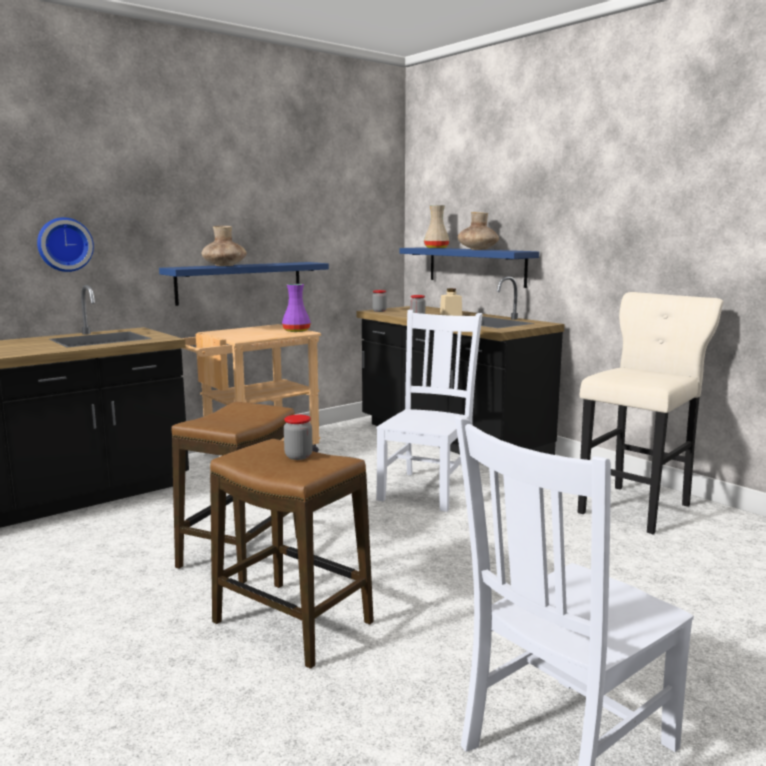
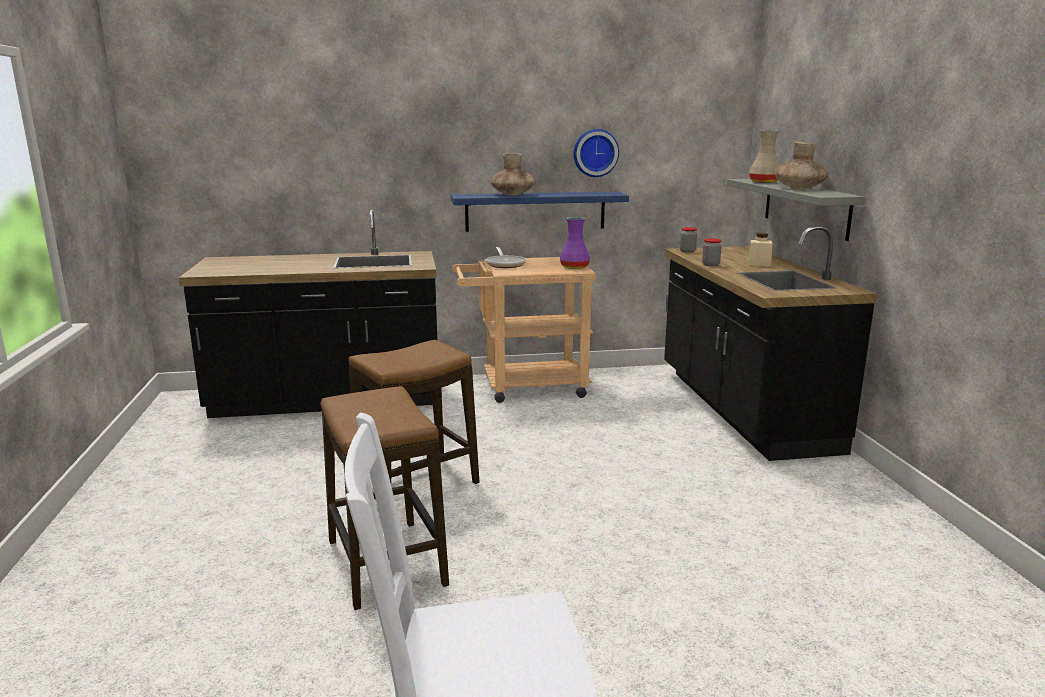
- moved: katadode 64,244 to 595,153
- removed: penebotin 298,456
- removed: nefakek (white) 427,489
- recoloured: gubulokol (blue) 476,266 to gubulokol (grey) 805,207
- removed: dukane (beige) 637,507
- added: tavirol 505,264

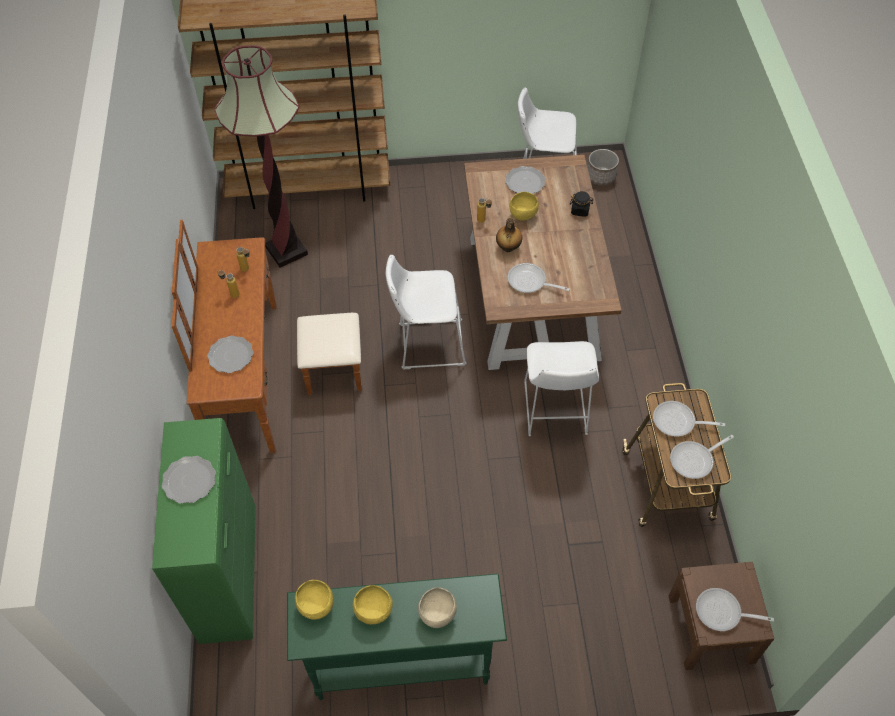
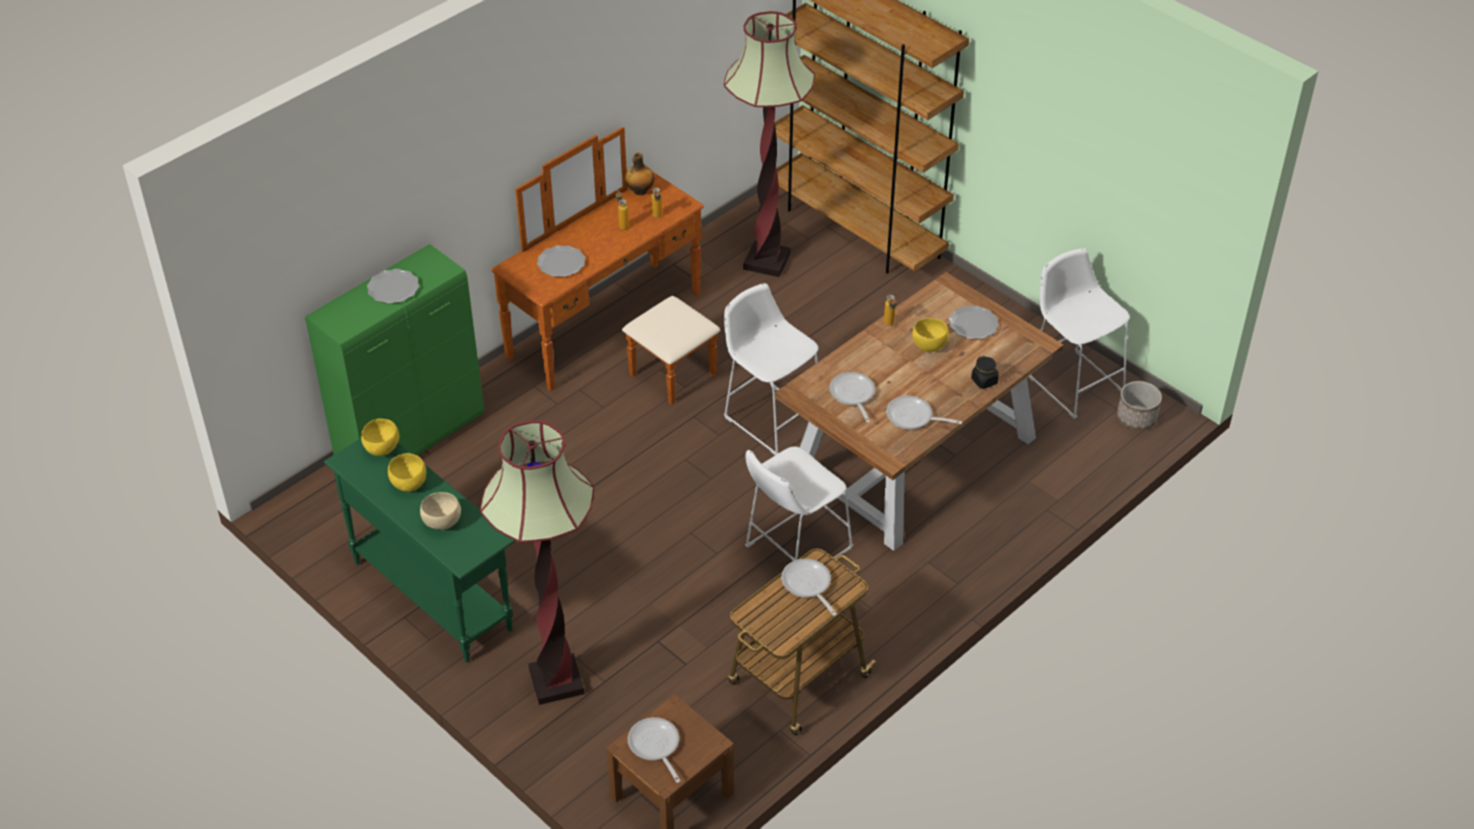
- moved: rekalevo 508,248 to 639,191
- moved: tavirol 694,460 to 913,417
- added: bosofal 556,681

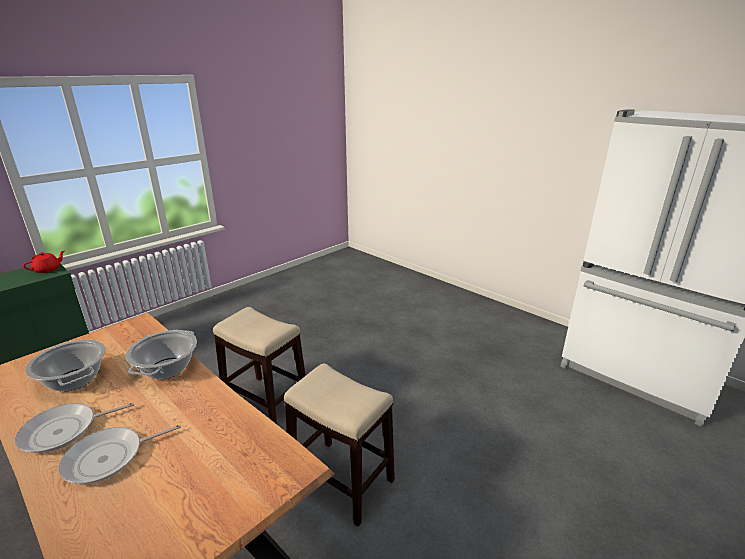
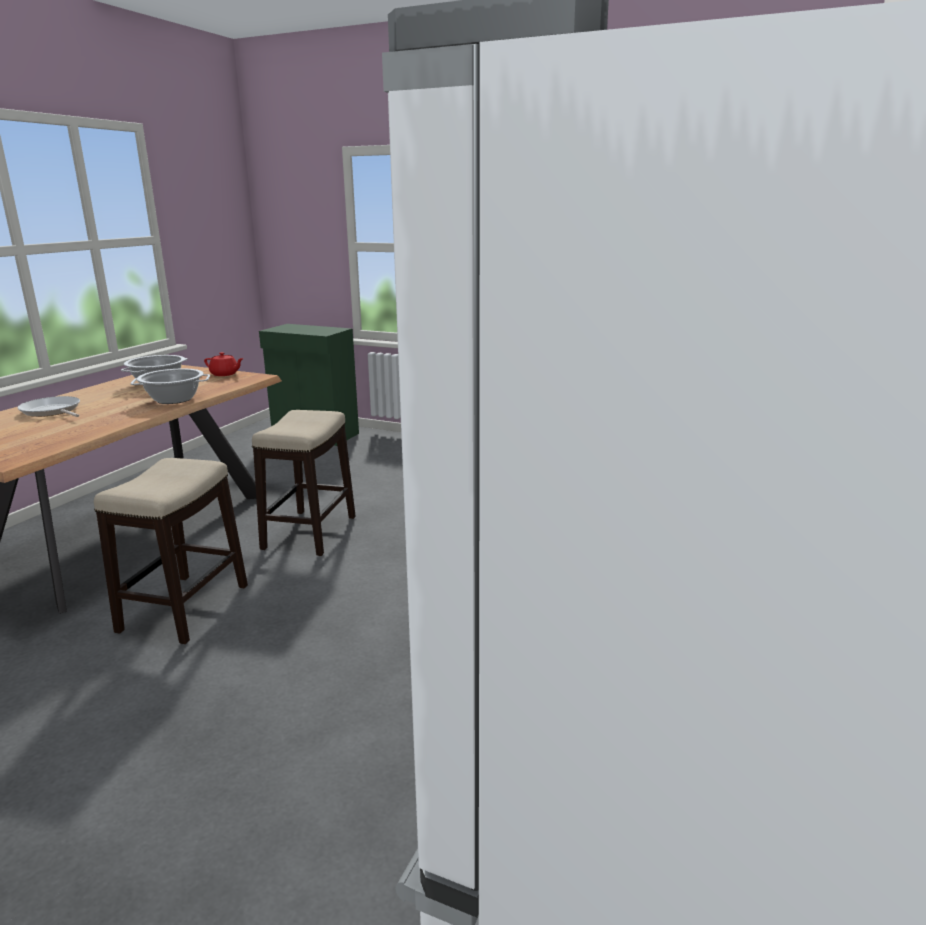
- removed: tavirol 64,431
- moved: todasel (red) 48,269 to 225,374

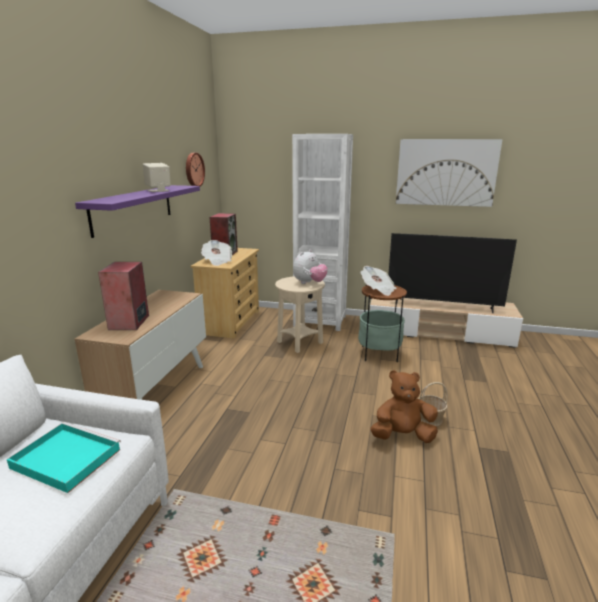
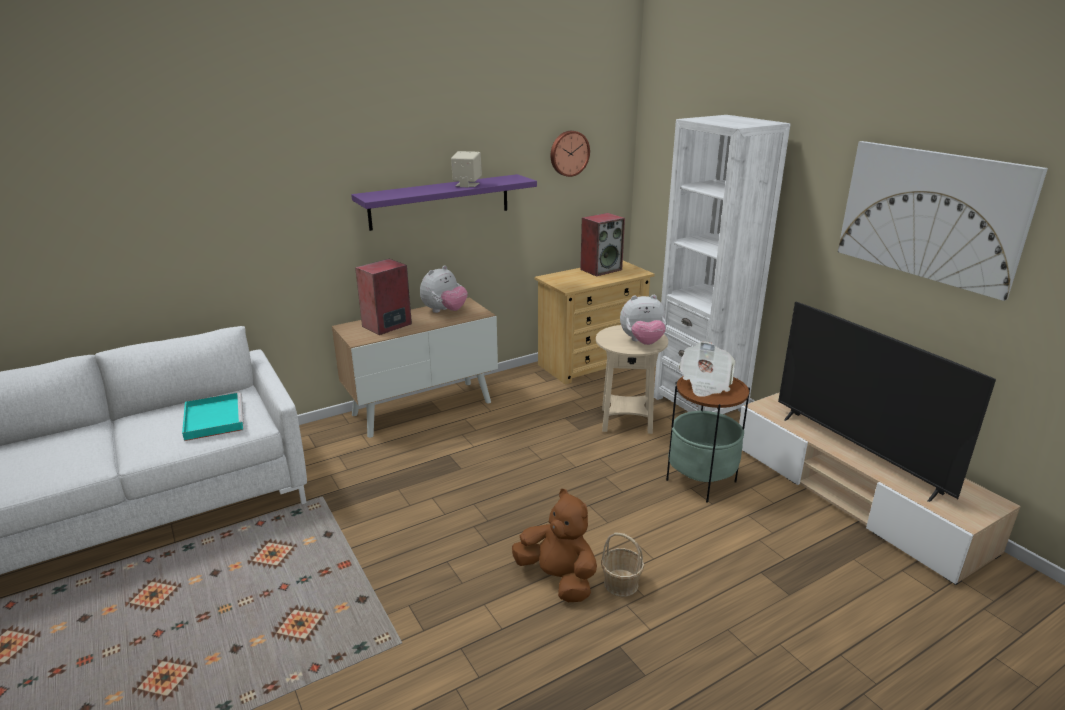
- removed: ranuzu 217,261
- added: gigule 444,311

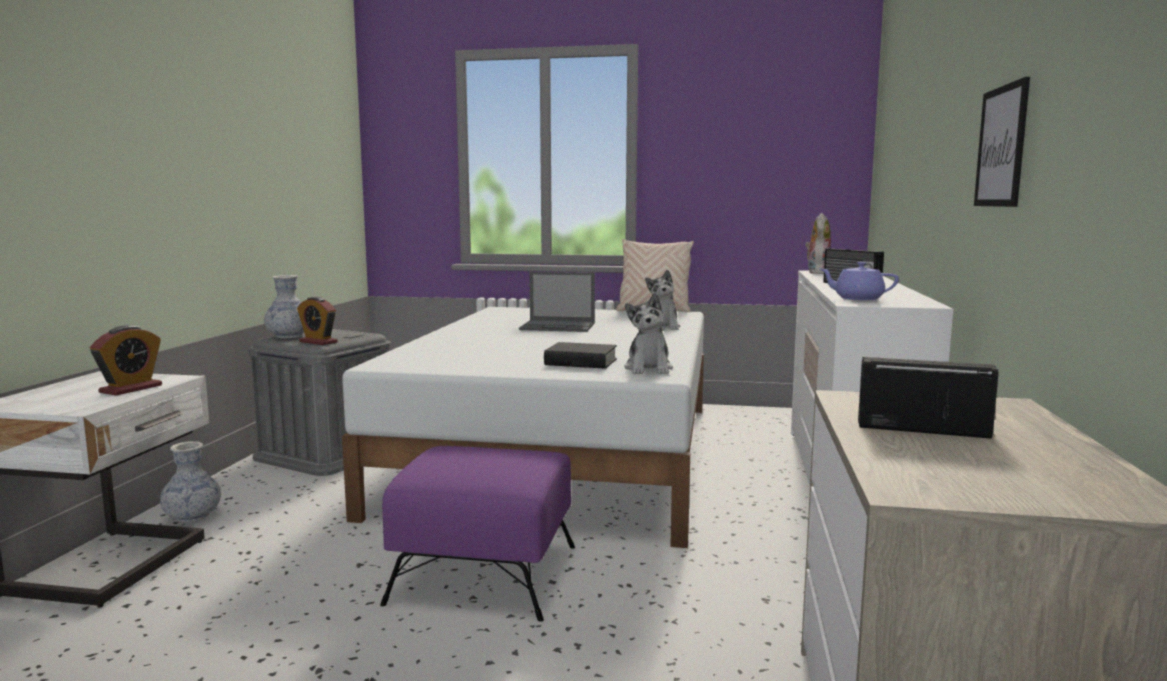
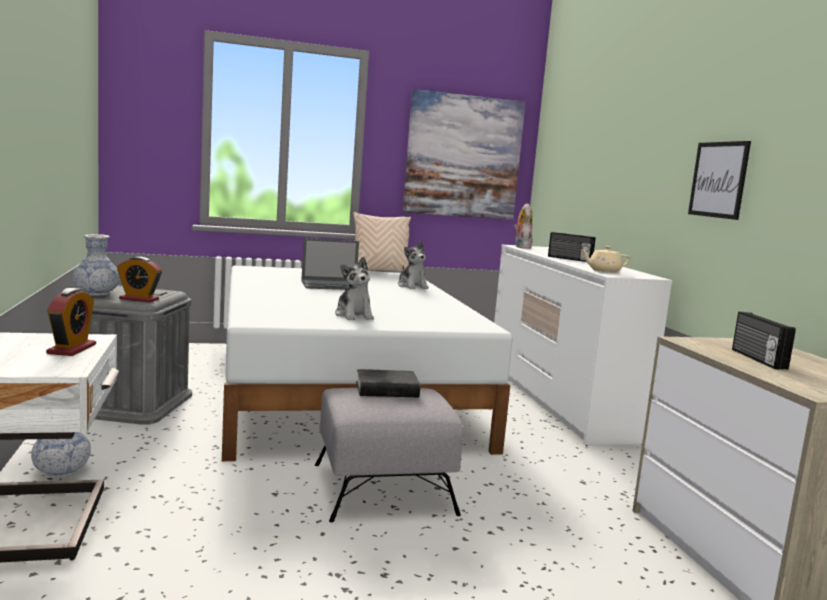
- recoloured: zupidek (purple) 486,574 to zupidek (grey) 384,488
- moved: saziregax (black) 580,362 to 387,390
- moved: gigule 649,369 to 354,315
- recoloured: todasel (purple) 857,298 to todasel (beige) 603,271
- turned: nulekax 922,429 = 757,359 90 degrees counterclockwise
- added: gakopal 463,156

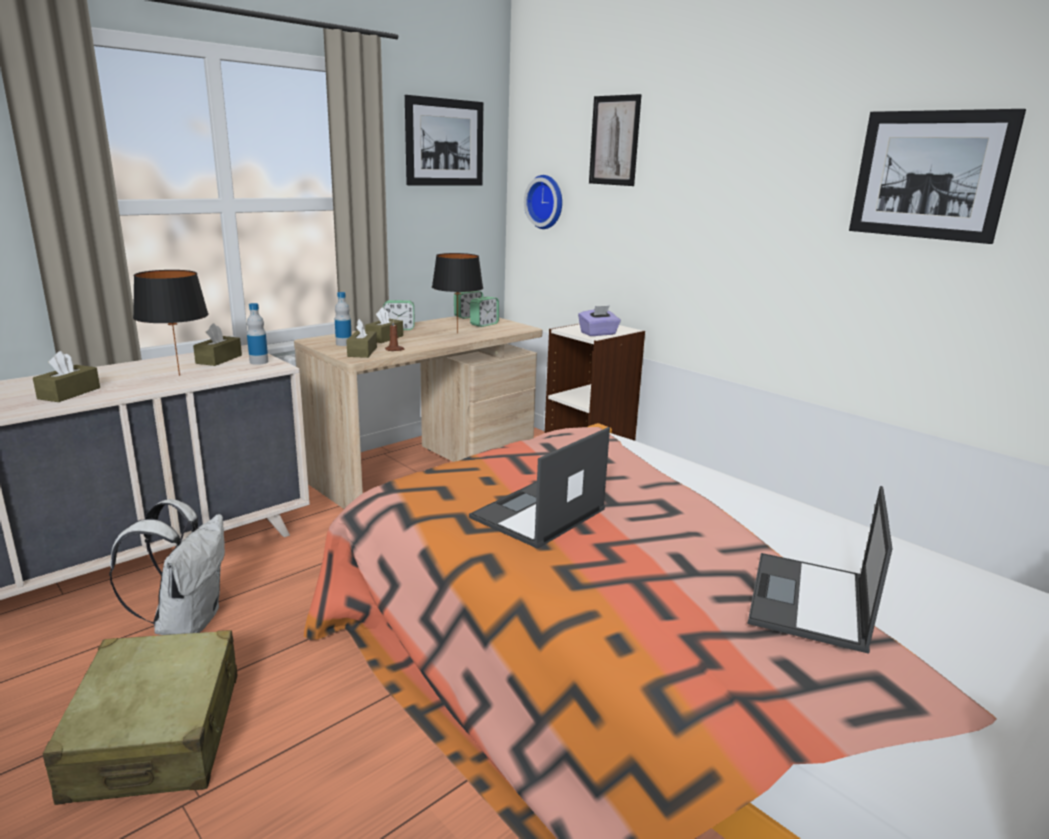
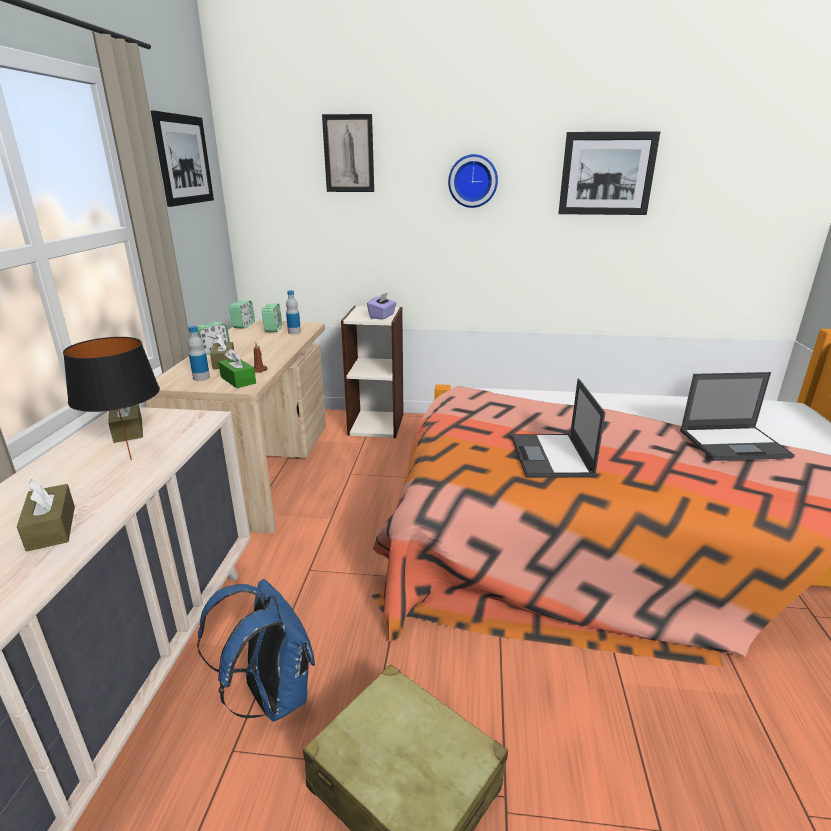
- recoloured: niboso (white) 187,621 to niboso (blue) 271,695
- moved: rekalevo 259,362 to 294,332
- recoloured: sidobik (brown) 362,352 to sidobik (green) 238,380
- removed: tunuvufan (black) 458,333
- moved: katadode 546,202 to 472,181
- turned: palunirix 809,602 = 734,443 75 degrees counterclockwise

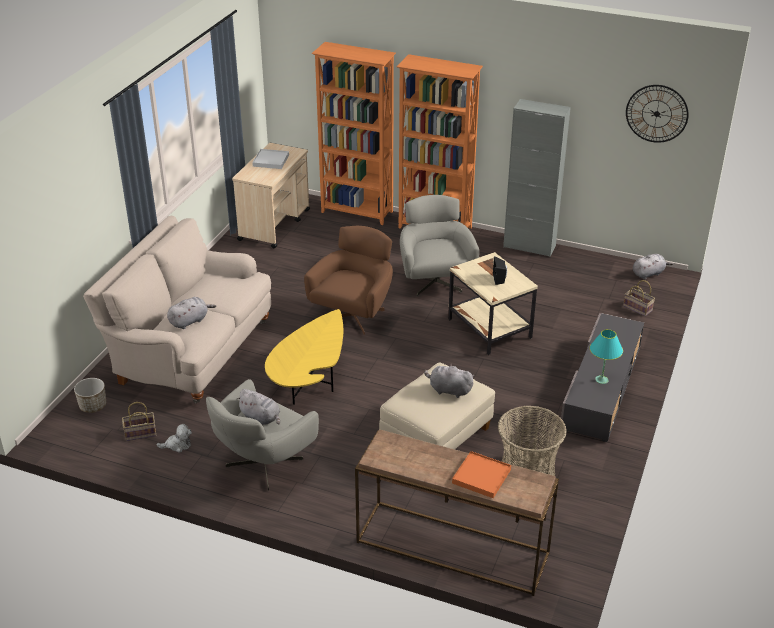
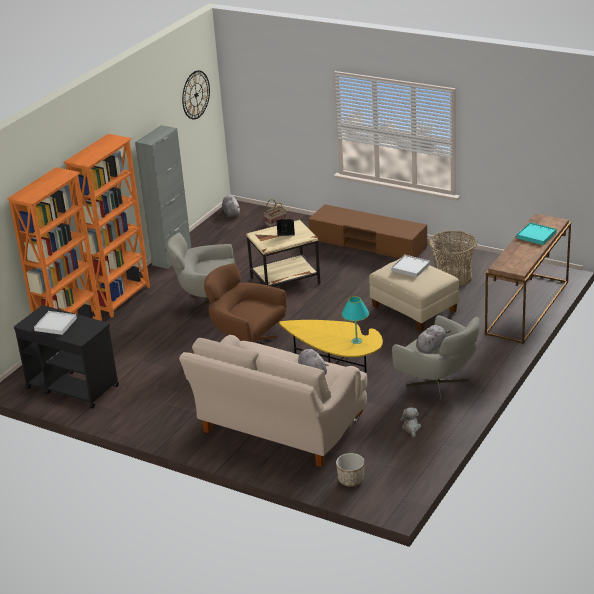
- removed: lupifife 139,434
- recoloured: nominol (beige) 275,225 to nominol (black) 72,387
- replaced: gigule (grey) 448,390 to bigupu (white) 410,267
- recoloured: bigupu (orange) 481,476 to bigupu (turquoise) 536,235
- recoloured: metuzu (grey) 601,387 to metuzu (brown) 368,244
- moved: tunuvufan (turquoise) 601,379 to 356,341

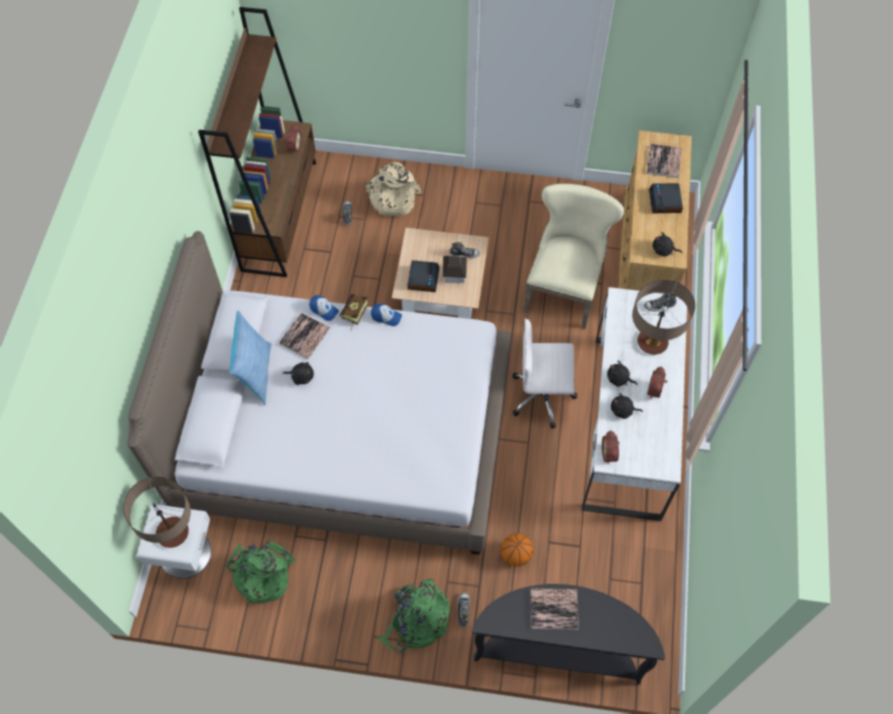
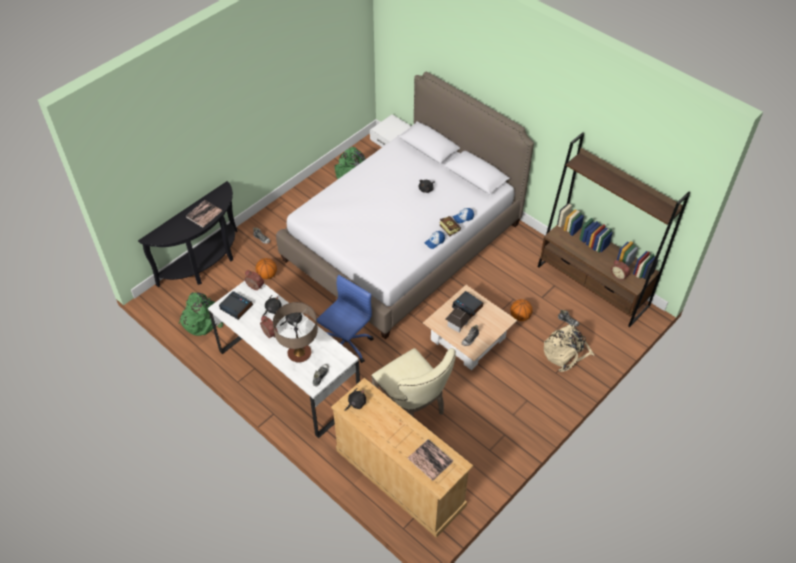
- removed: tunuvufan 173,533
- removed: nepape 255,373
- removed: saziregax 304,336
- moved: niboso (green) 416,621 to 201,319
- recoloured: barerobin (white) 542,396 to barerobin (blue) 346,345
- moved: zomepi 665,202 to 236,307
- added: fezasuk 520,317

